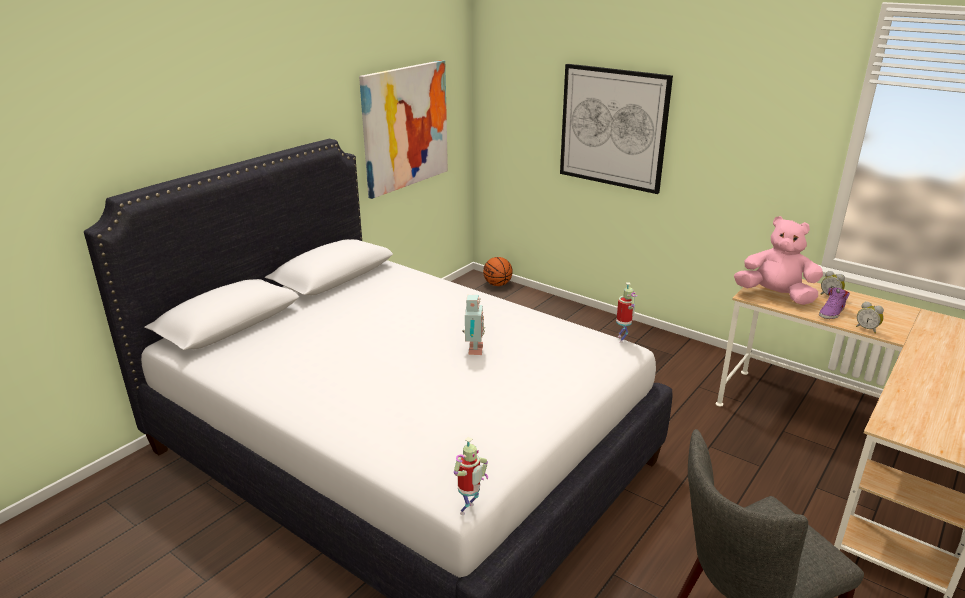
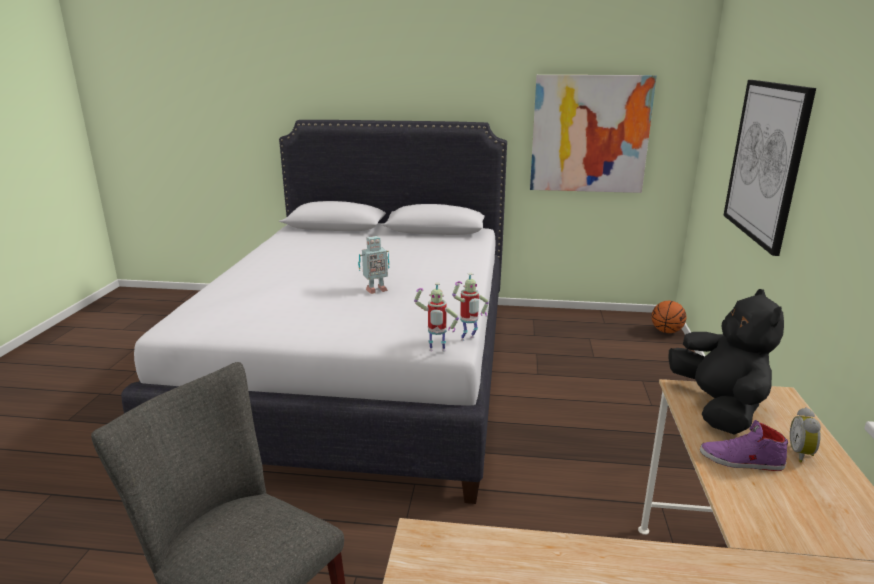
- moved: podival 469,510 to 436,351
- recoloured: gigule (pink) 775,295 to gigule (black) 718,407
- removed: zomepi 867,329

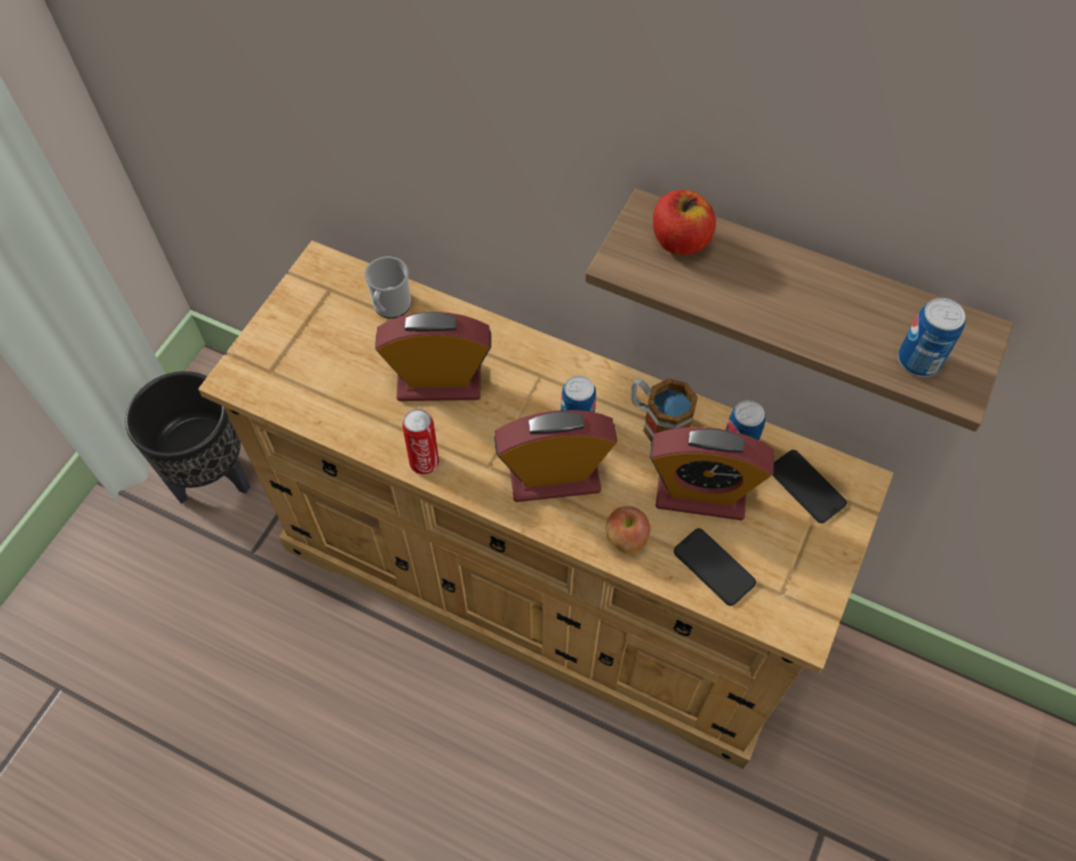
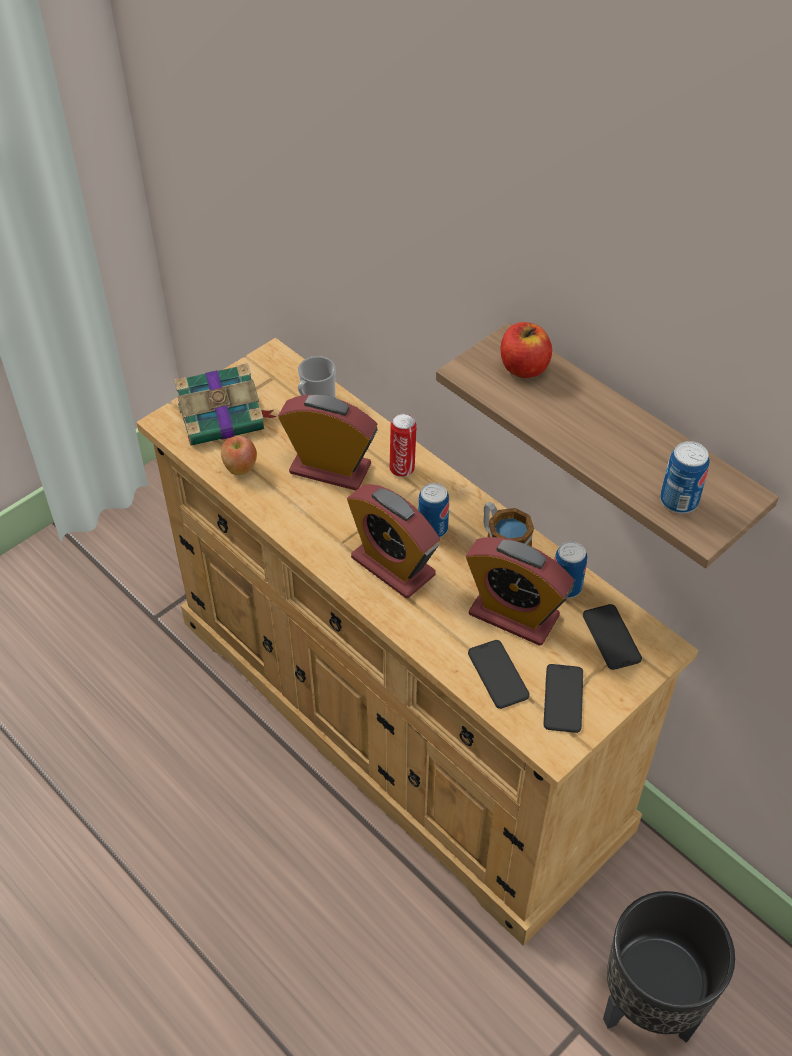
- moved: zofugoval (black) 214,478 to 649,1008
- moved: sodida 424,461 to 402,468
- turned: zomepi 554,477 = 393,566 150 degrees counterclockwise
- moved: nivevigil 625,539 to 240,468
- added: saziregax 223,417
- added: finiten 563,698

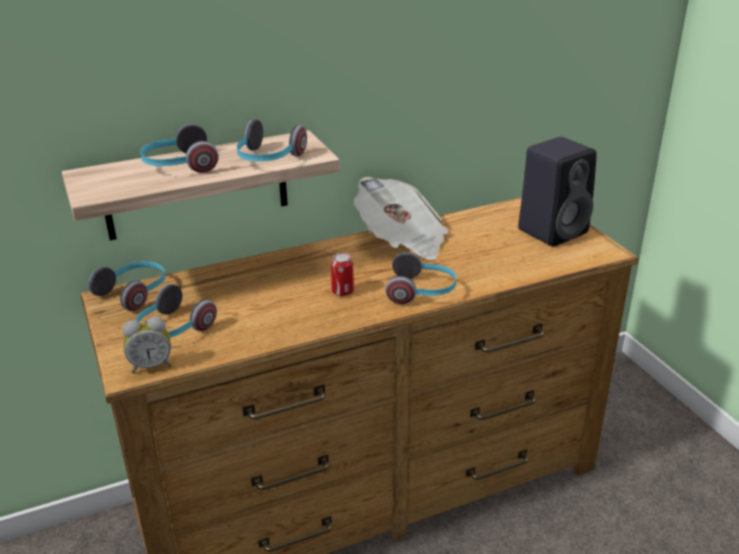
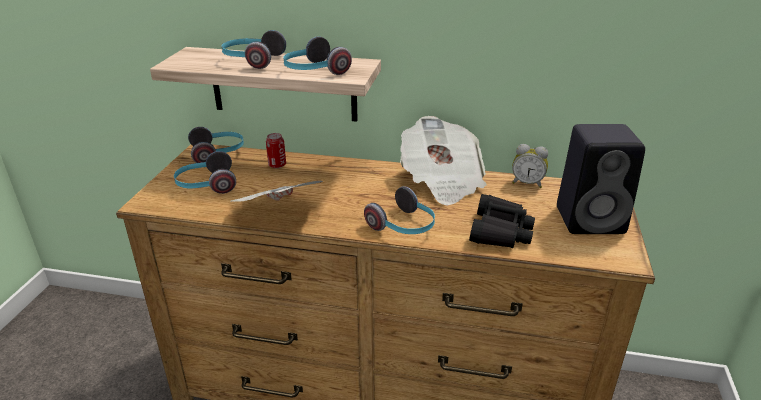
- moved: zomepi 151,365 to 527,183
- moved: sodida 342,291 to 277,165
- added: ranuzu 278,213
- added: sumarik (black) 500,231

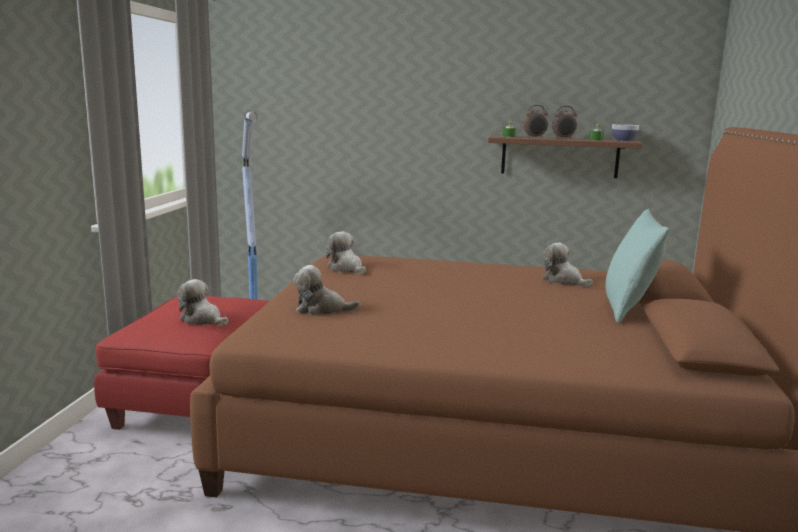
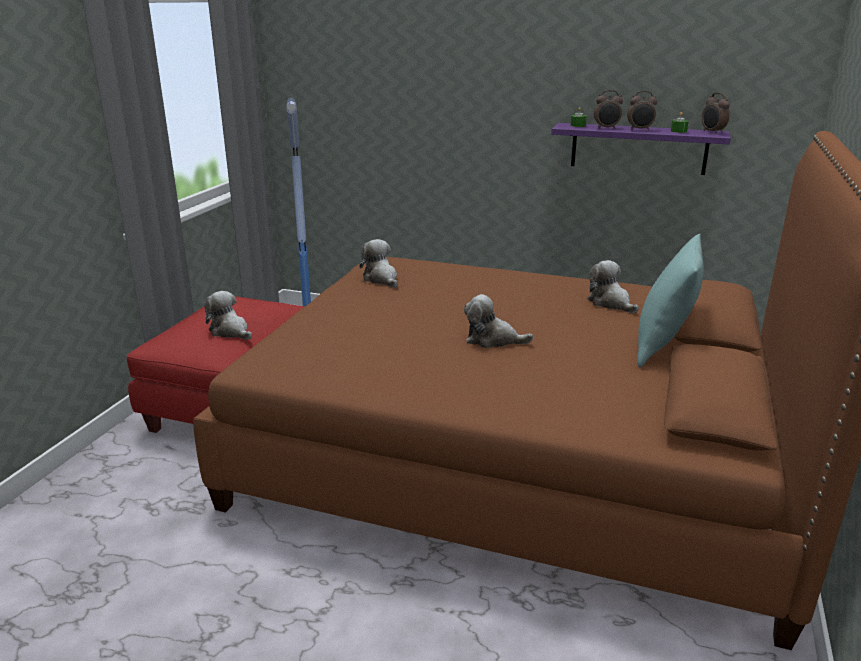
- moved: gigule 321,309 to 492,340
- recoloured: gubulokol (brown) 559,157 to gubulokol (purple) 638,148
- replaced: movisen 623,140 to zomepi 712,132

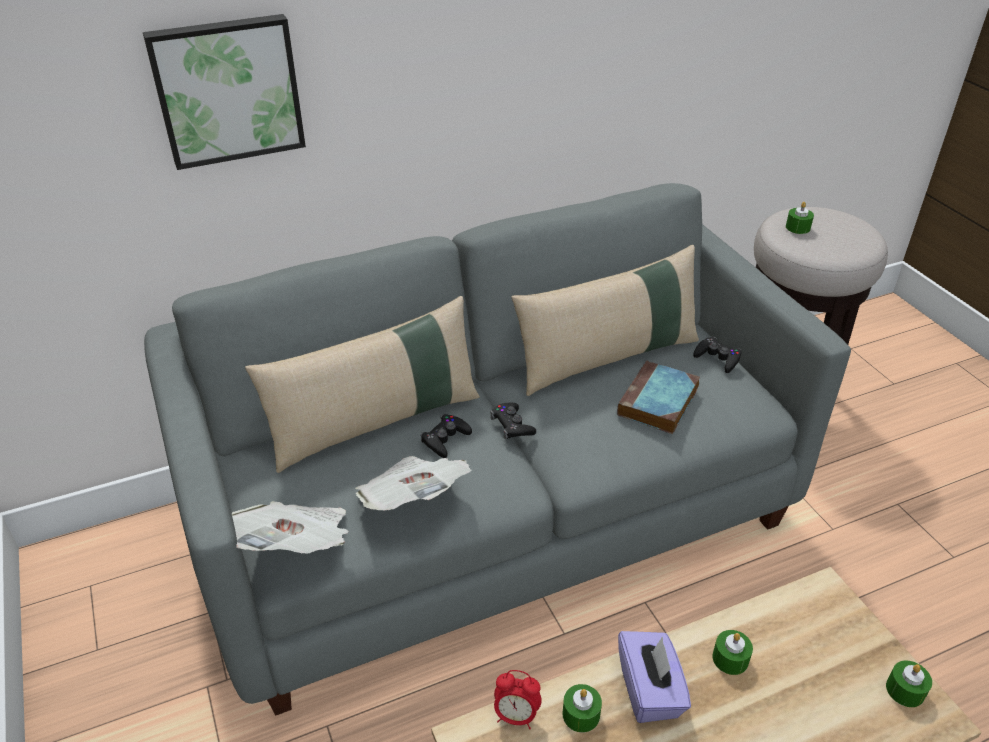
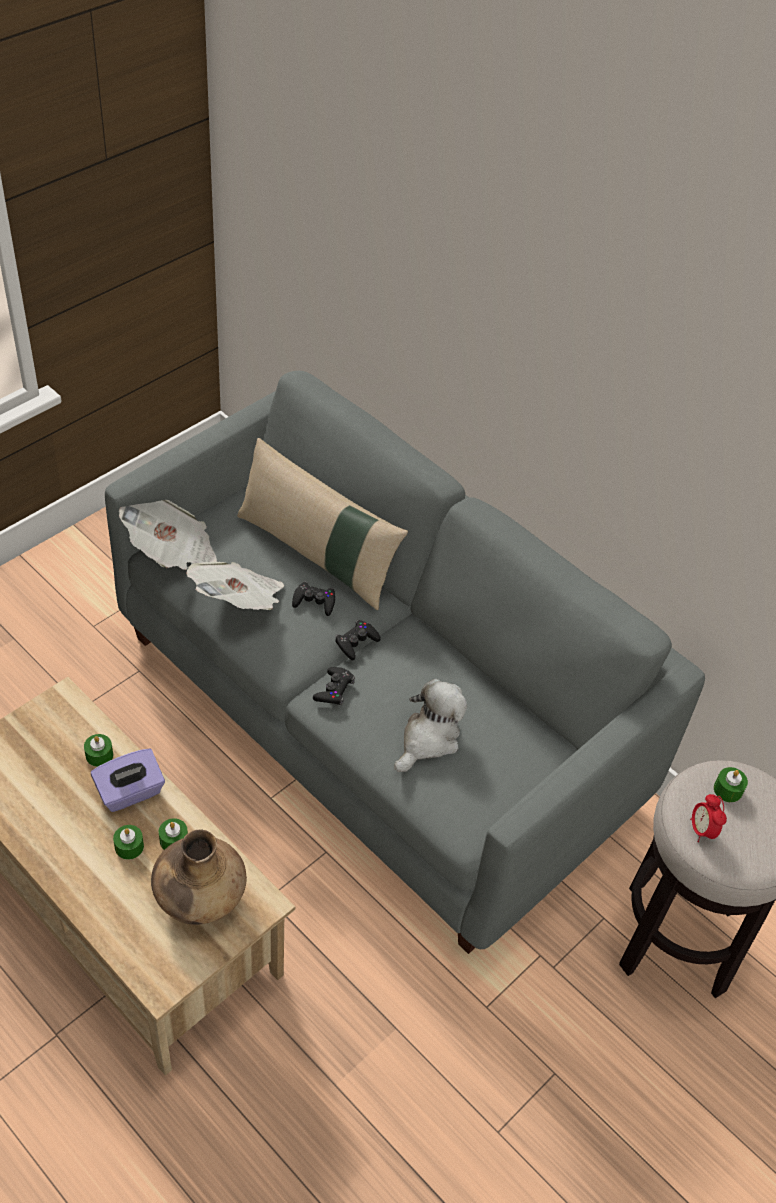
- removed: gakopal 227,90
- moved: zomepi 516,716 to 702,830
- removed: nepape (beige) 607,358
- replaced: saziregax 658,403 to gigule 428,739
- moved: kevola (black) 717,358 to 334,690
- moved: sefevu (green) 905,690 to 129,847
- added: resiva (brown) 199,898

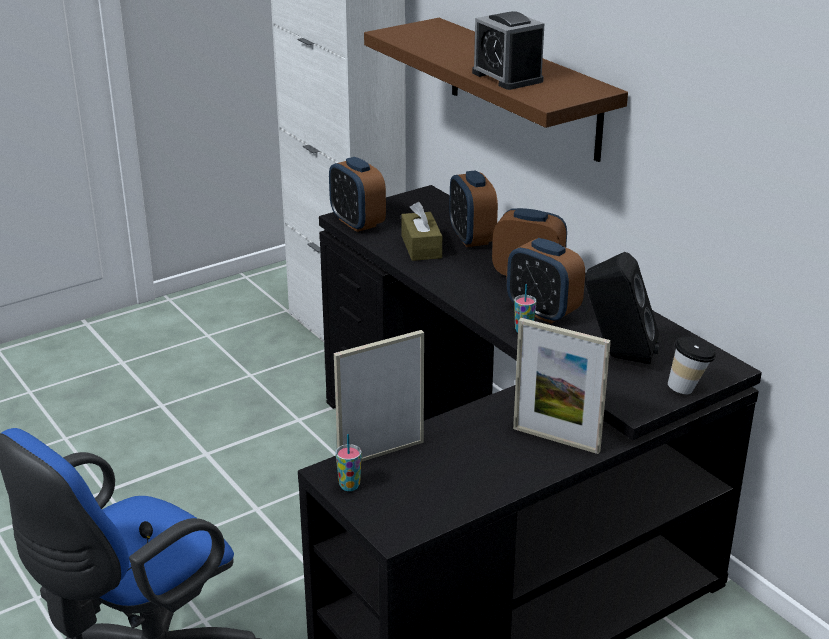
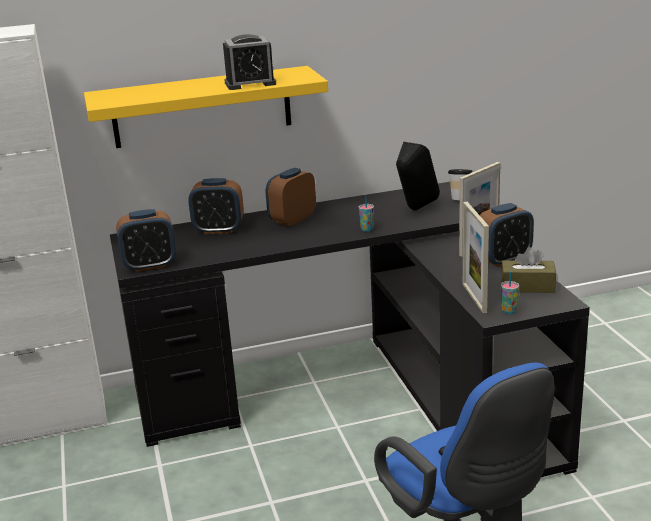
- recoloured: gubulokol (brown) 523,88 to gubulokol (yellow) 202,107
- moved: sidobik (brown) 421,247 to 527,286
- moved: zomepi 543,312 to 503,260

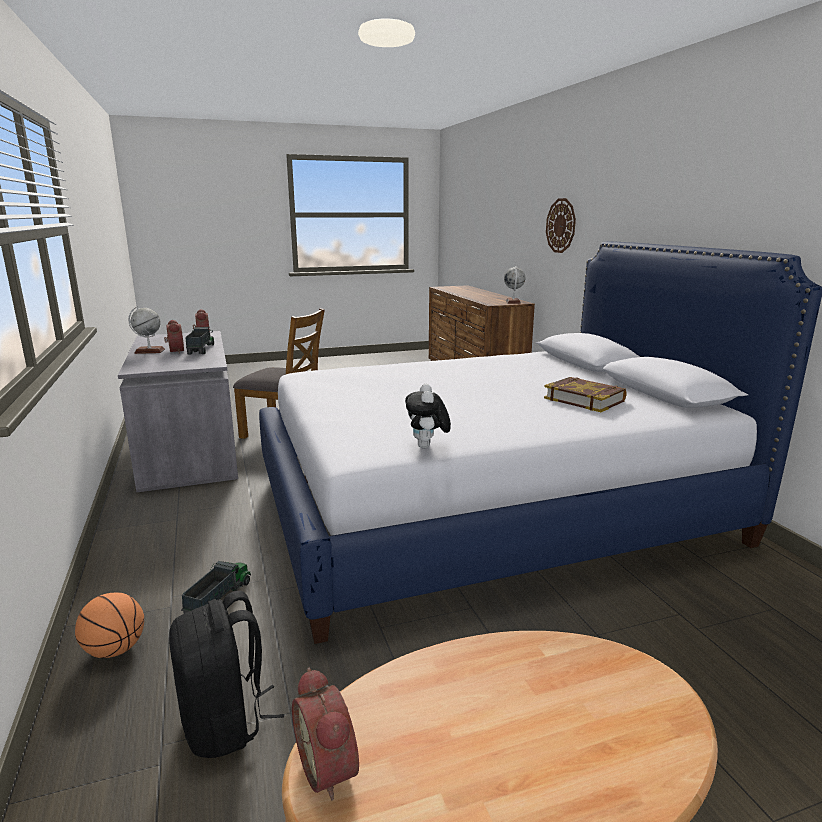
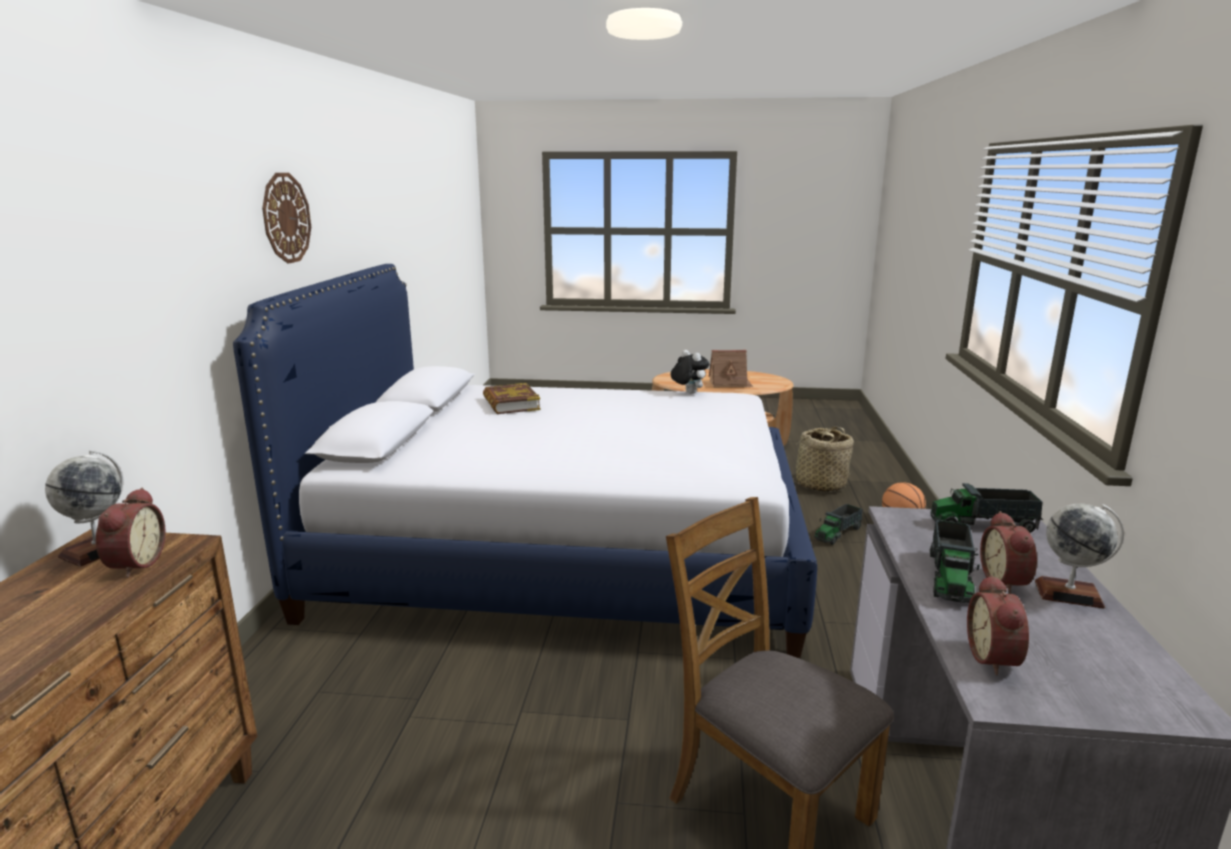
- replaced: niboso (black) 226,723 to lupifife 820,485
- moved: zomepi 331,767 to 134,564
- turned: gigule 427,447 = 688,393 60 degrees counterclockwise
- moved: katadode 561,225 to 286,218
- added: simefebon 730,384
- added: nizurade 983,525

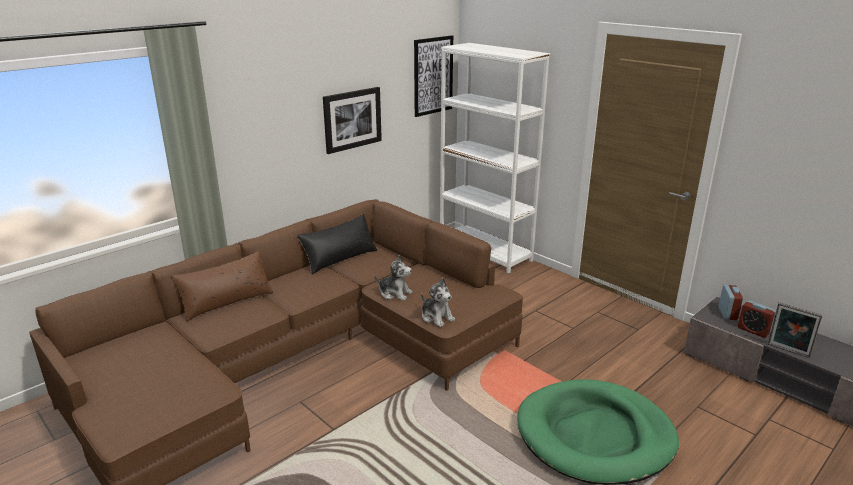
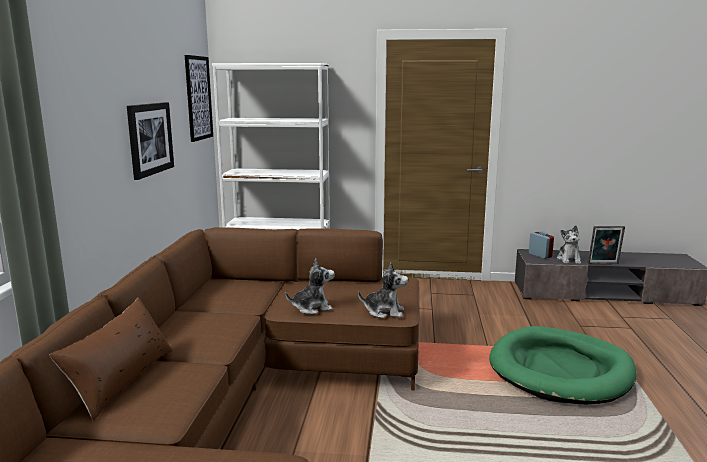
- removed: nepape (black) 340,259
- replaced: zomepi 753,330 to gigule 569,259

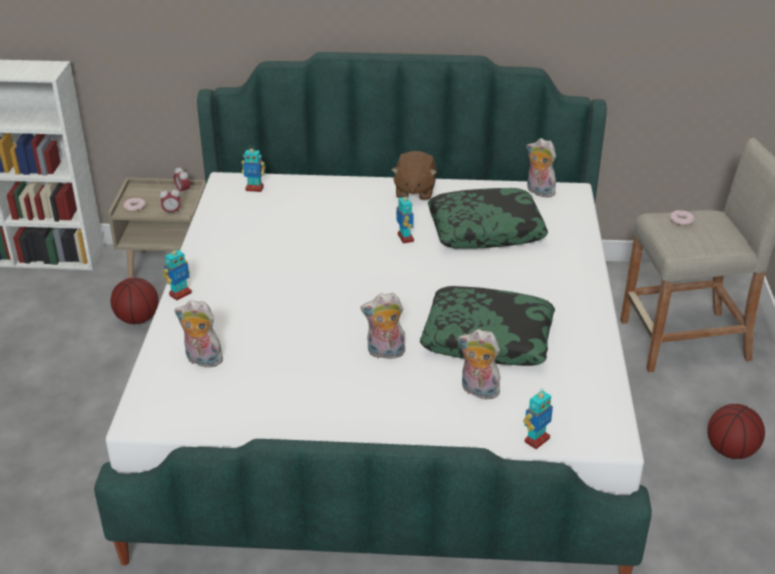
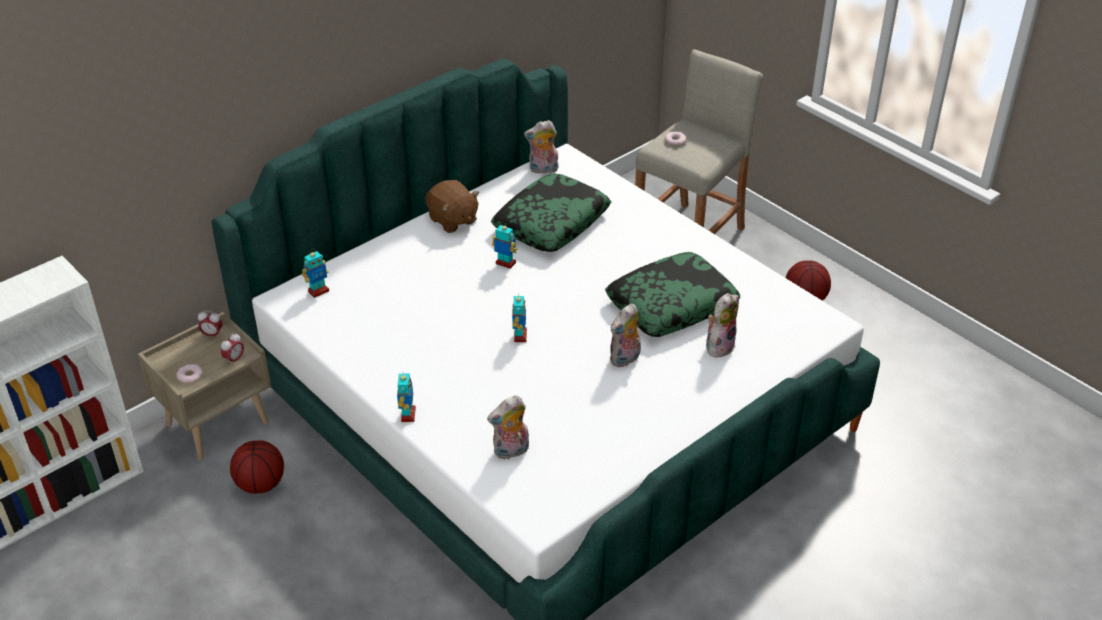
- turned: gigule 478,391 = 719,345 150 degrees clockwise
- moved: podival 536,440 to 519,336

